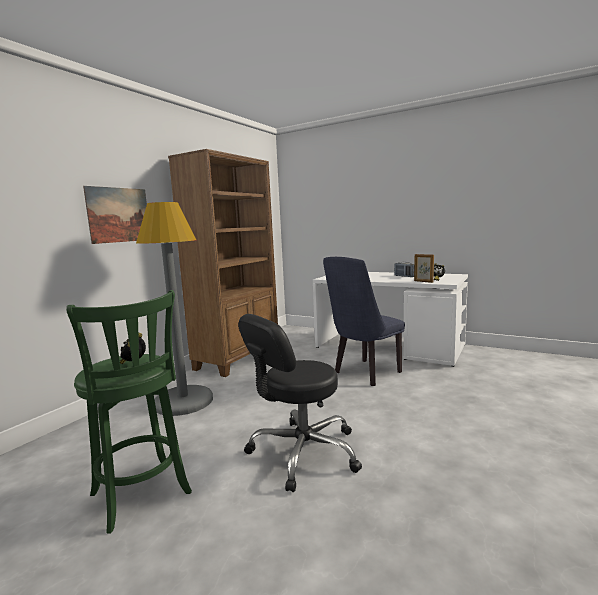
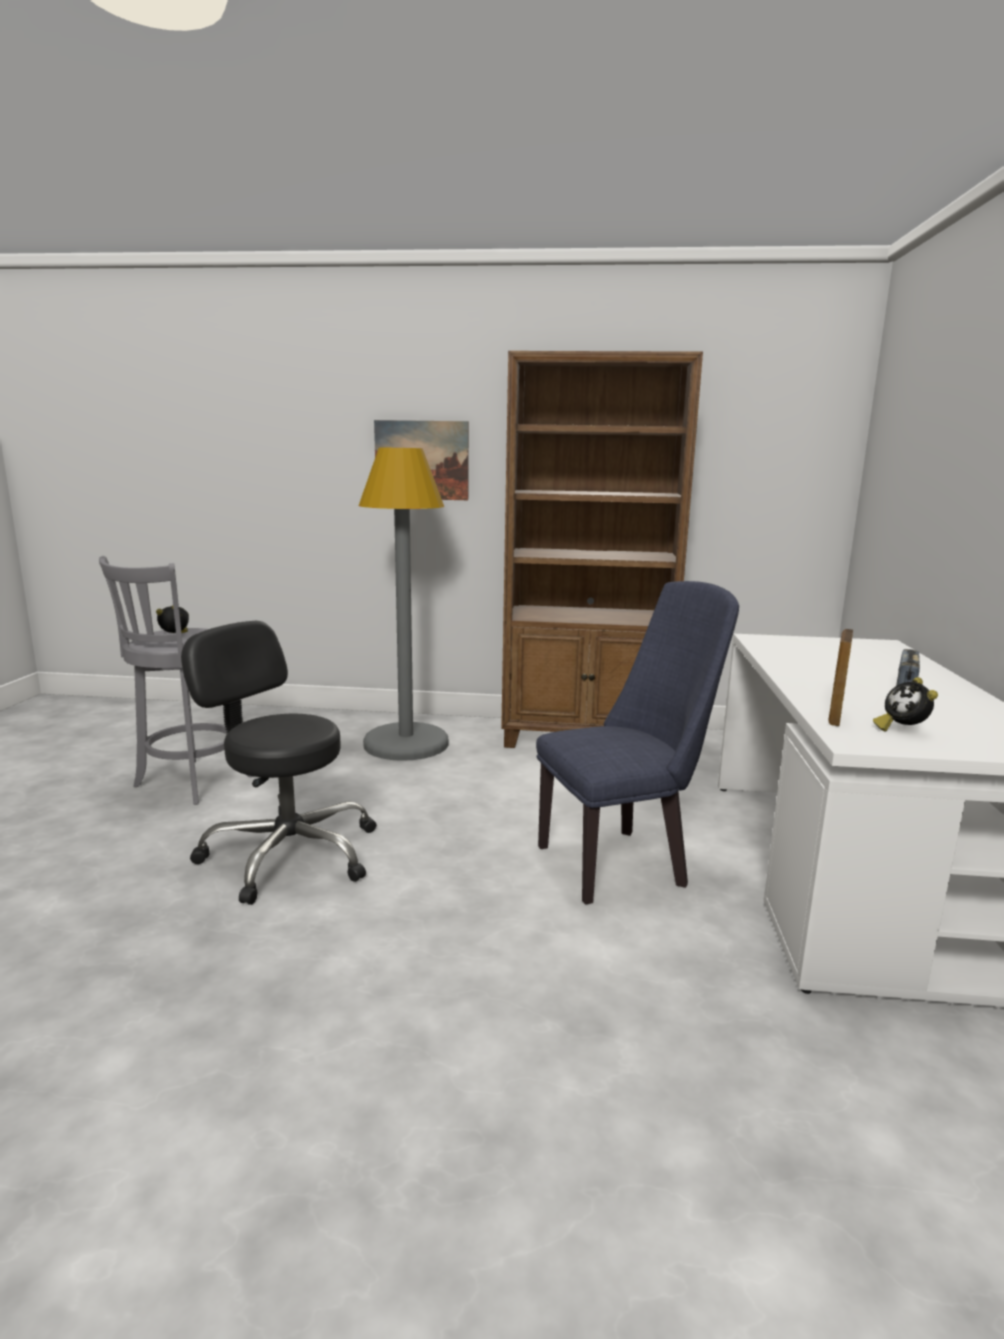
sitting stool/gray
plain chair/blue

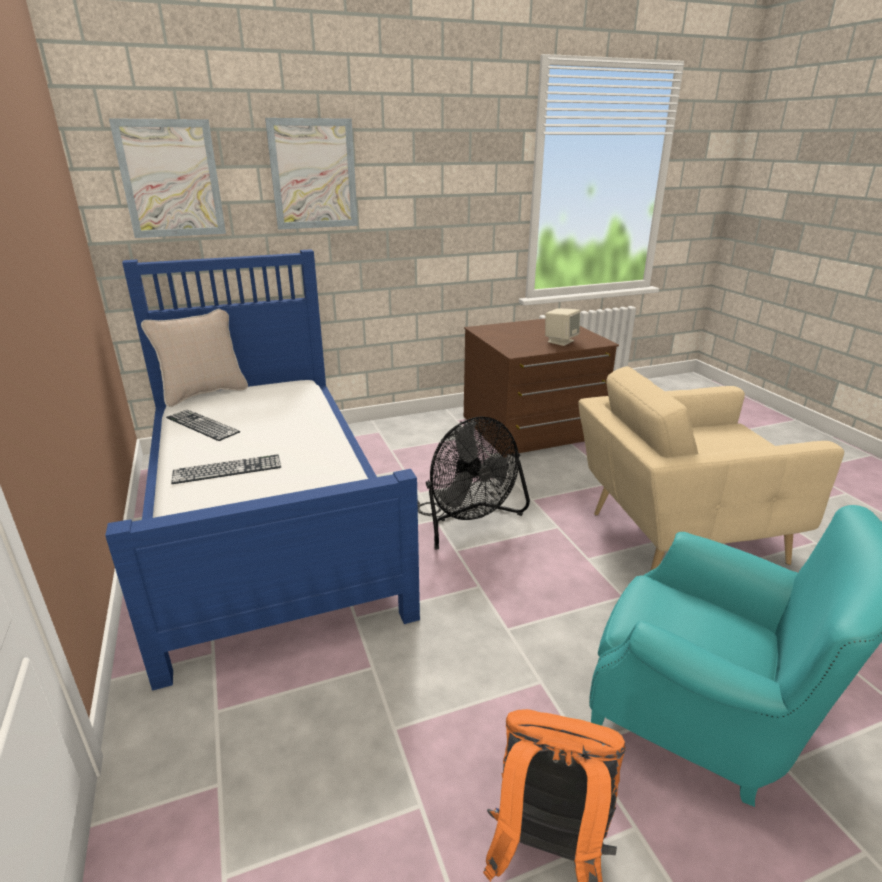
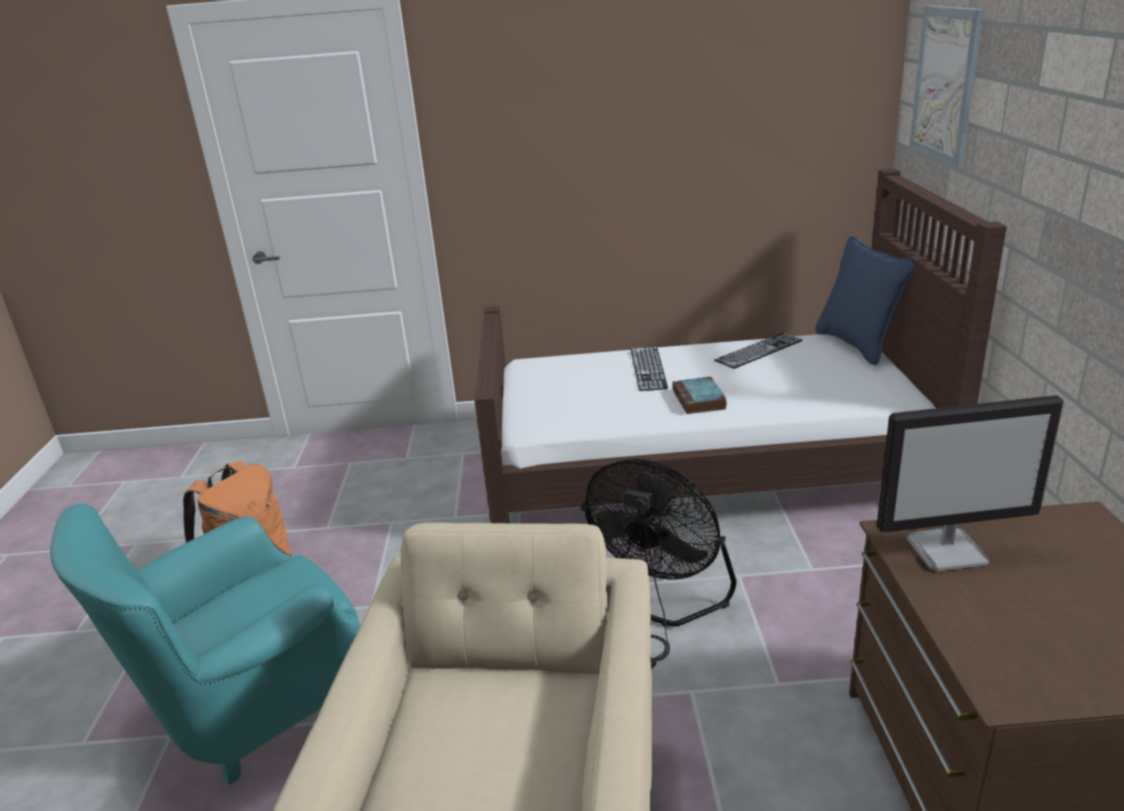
wall art (2nd from left in the first image)
speaker/sand-coloured
book
computer display
sleeping bed/brownish
cushion/blue
electric fan/black-coloured

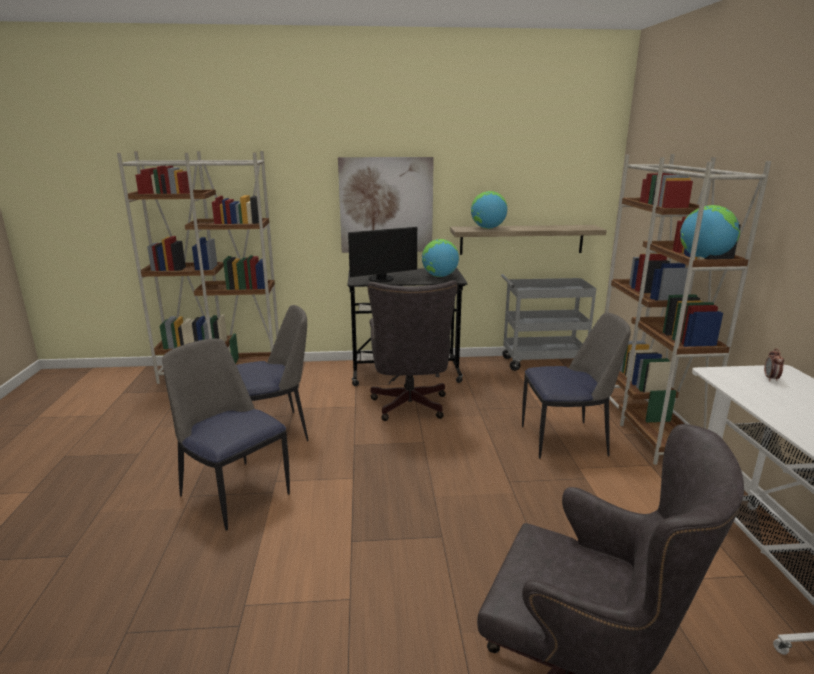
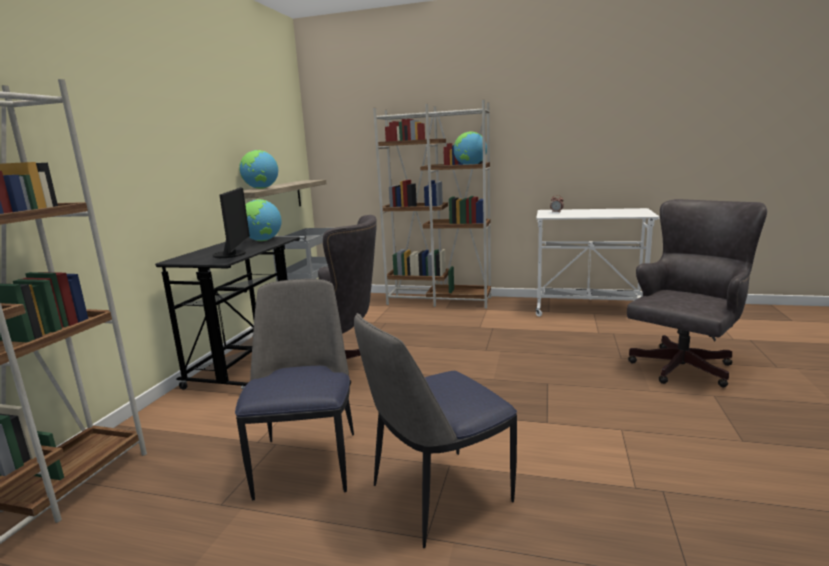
wall art
plain chair (3rd from left in the first image)

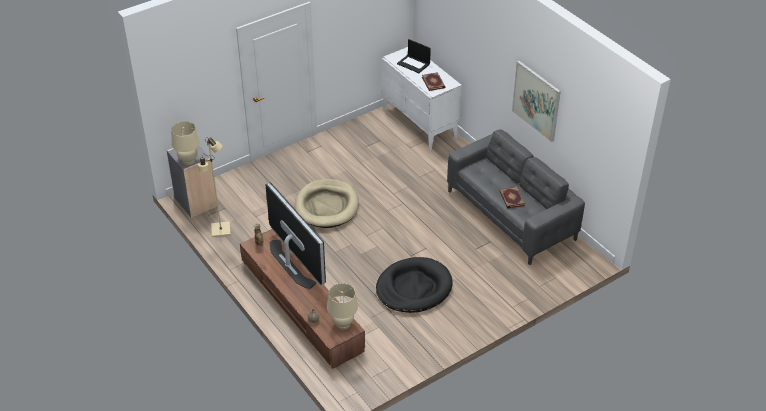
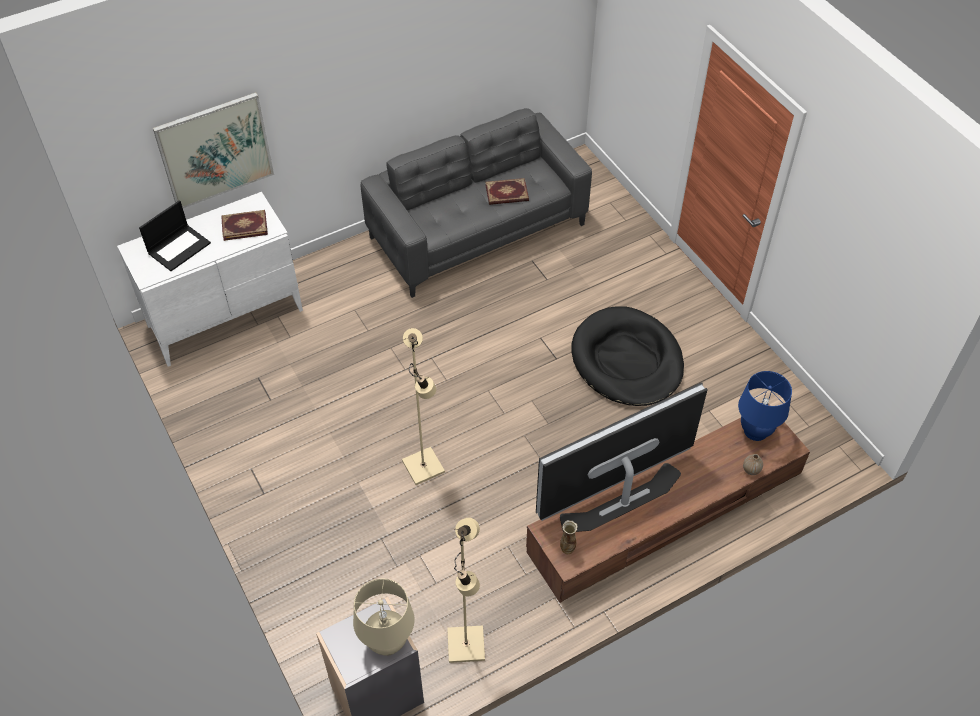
wall art
standing lamp/sand-coloured (1st from left)
table lamp/blue

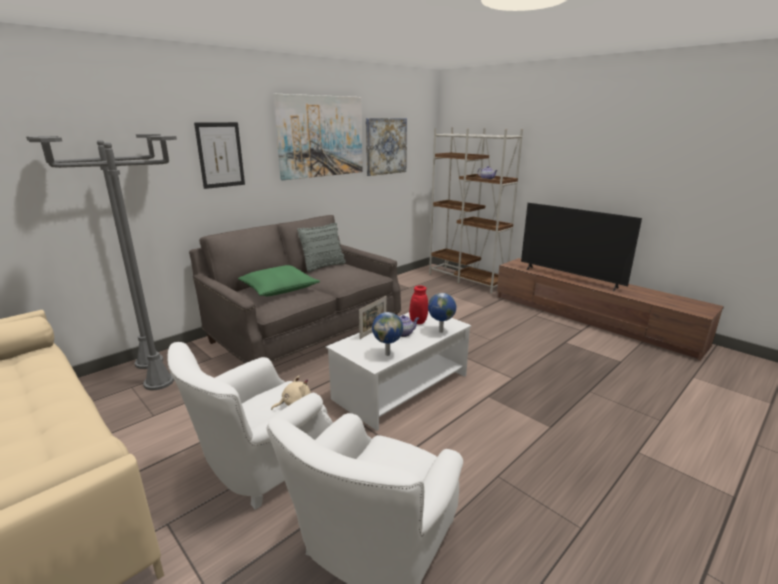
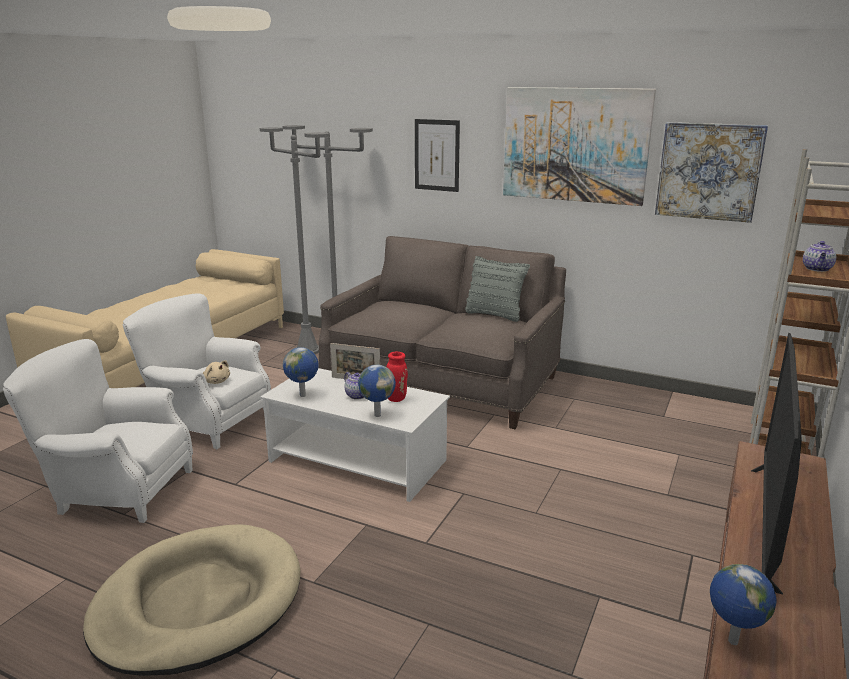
cushion/green
dog cushion/sand-coloured
globe (3rd from left)

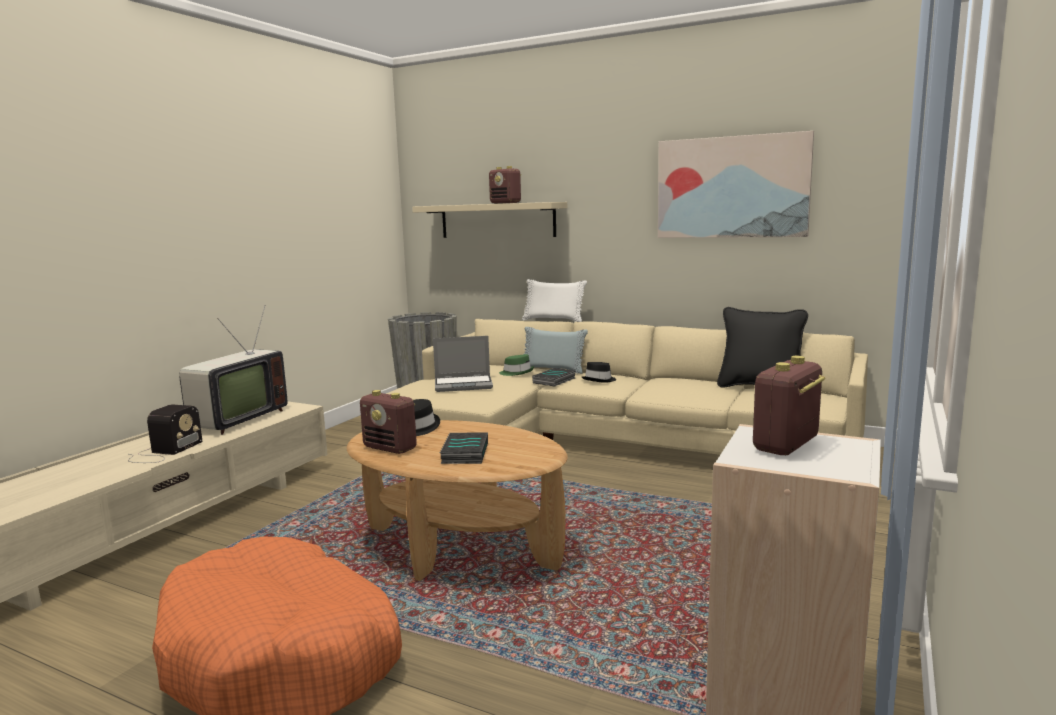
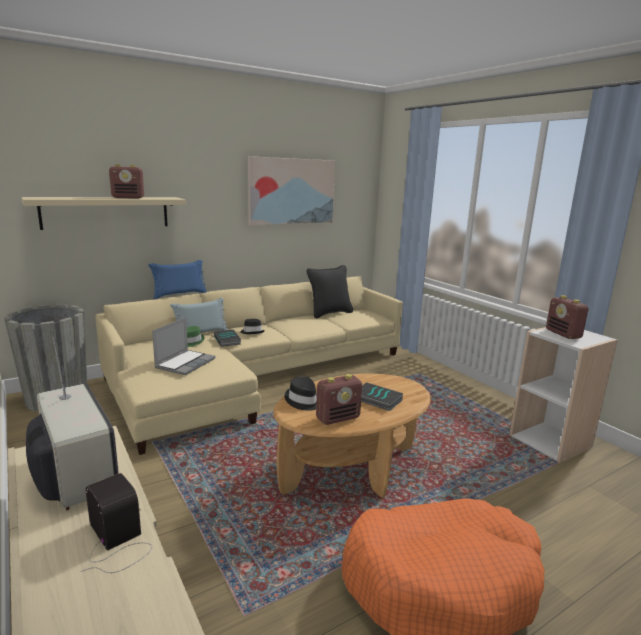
cushion/blue (1st from left)

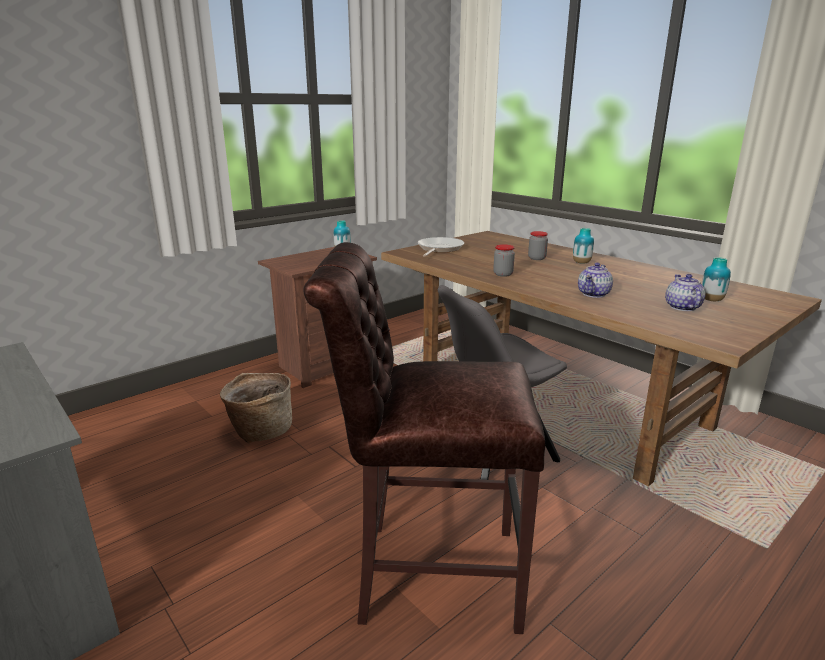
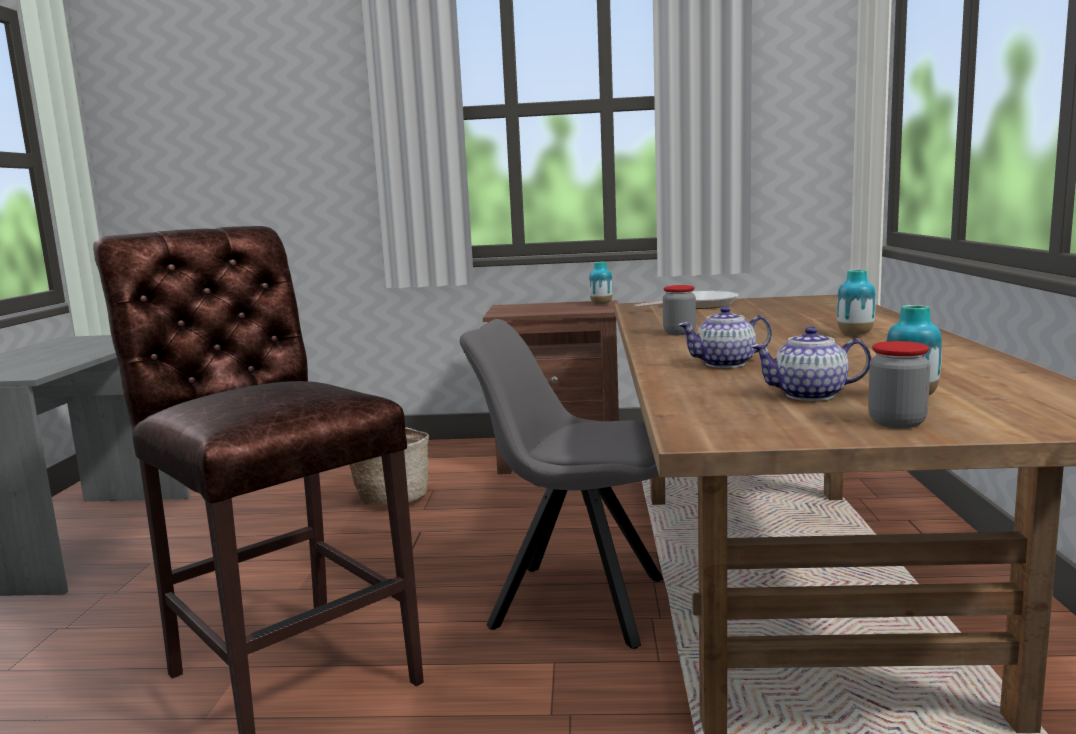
preserve jar (2nd from left)
teapot (2nd from left)

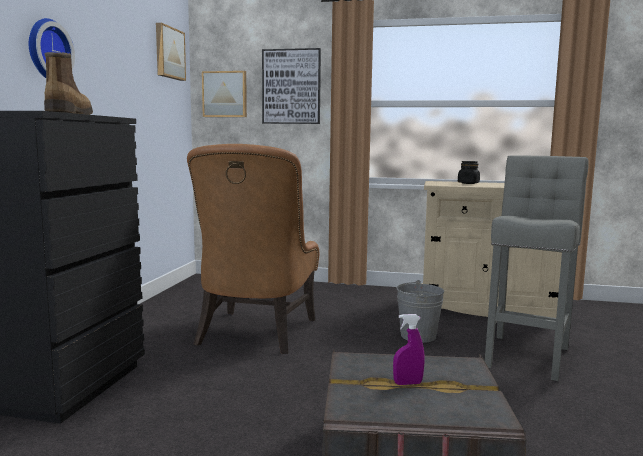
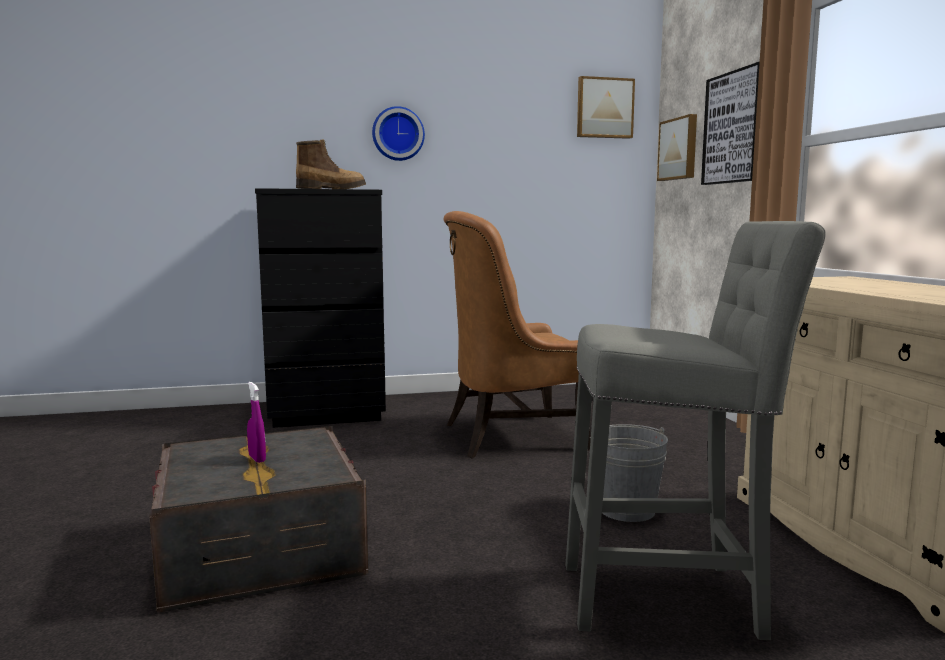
preserve jar/black-coloured

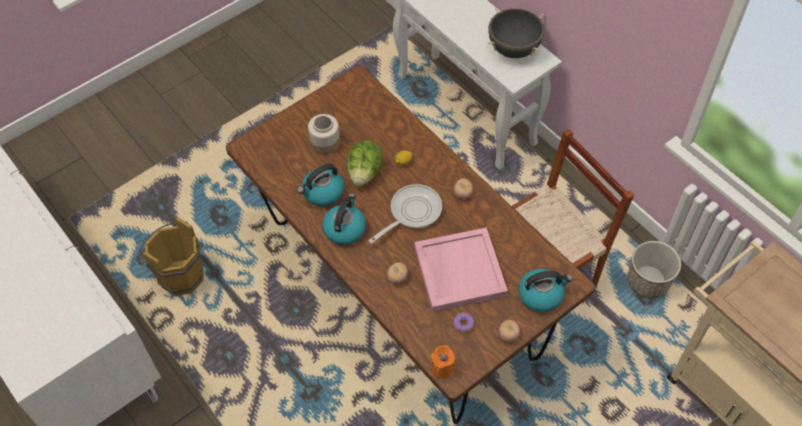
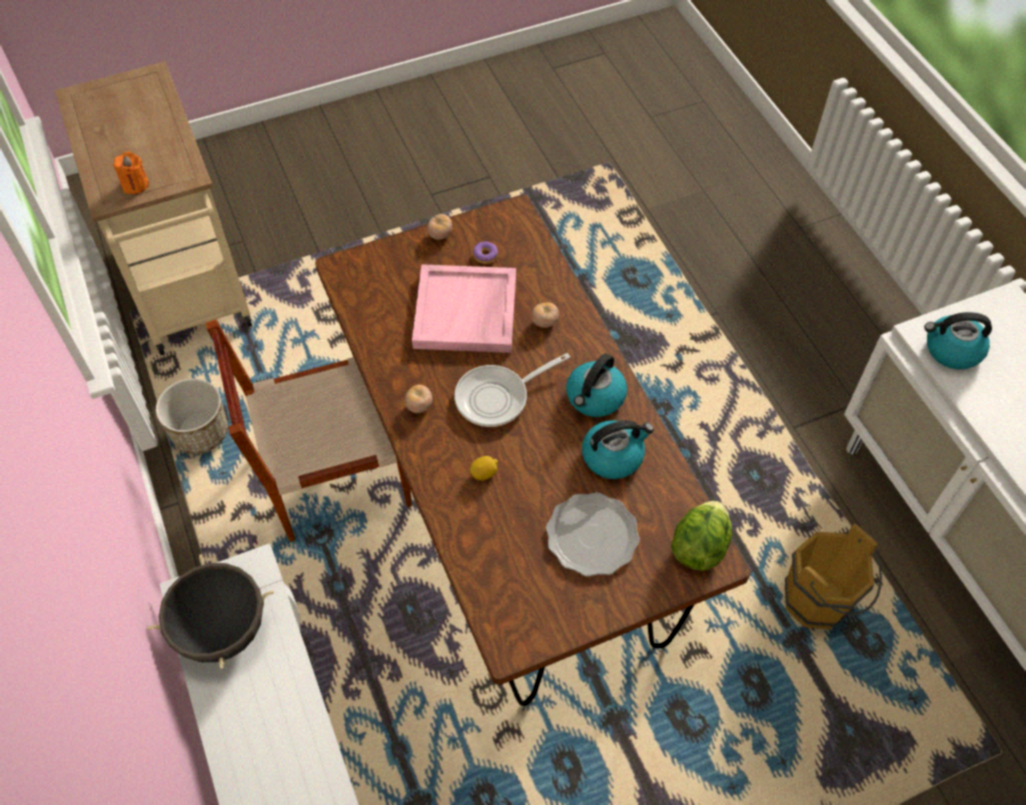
lettuce head
wax candle/orangey
water kettle (3rd from left)
plate

